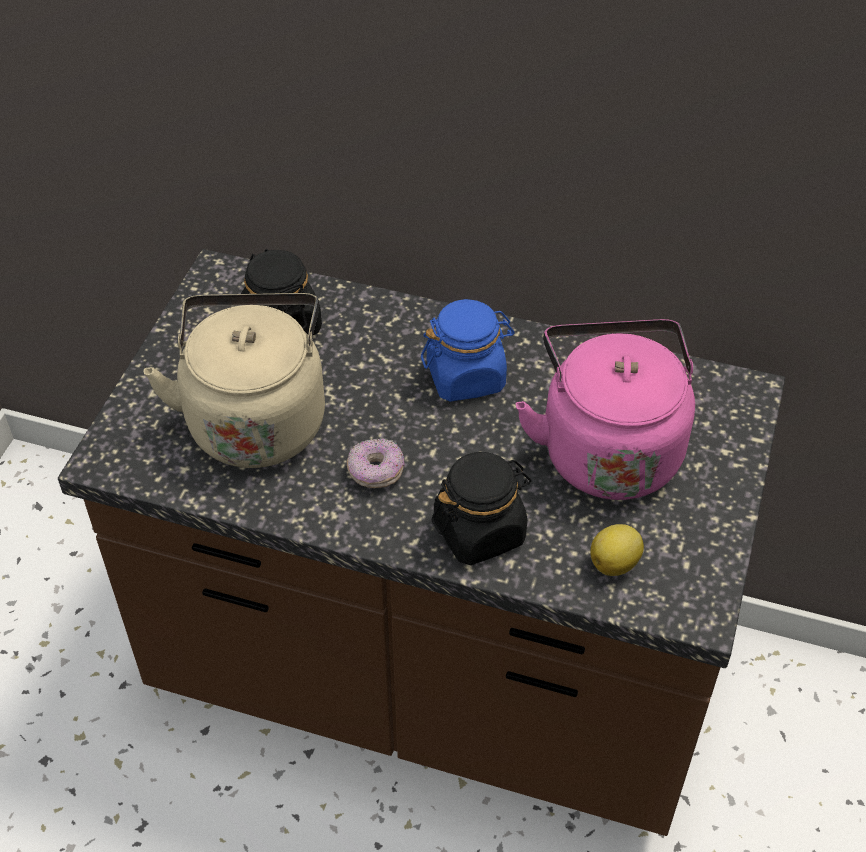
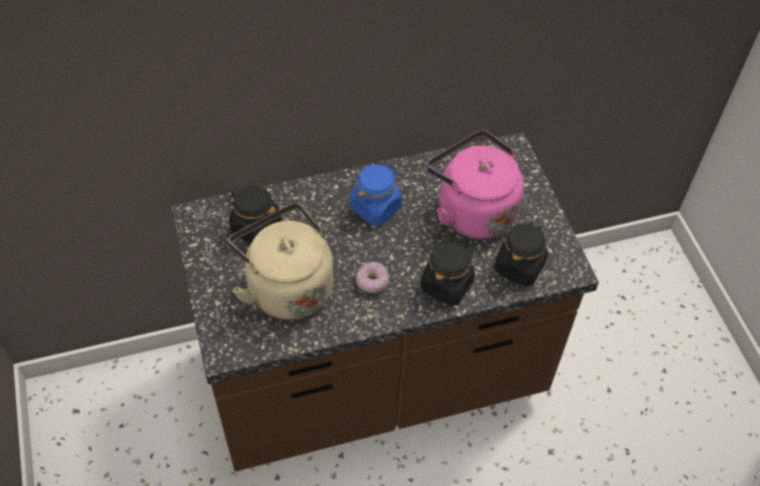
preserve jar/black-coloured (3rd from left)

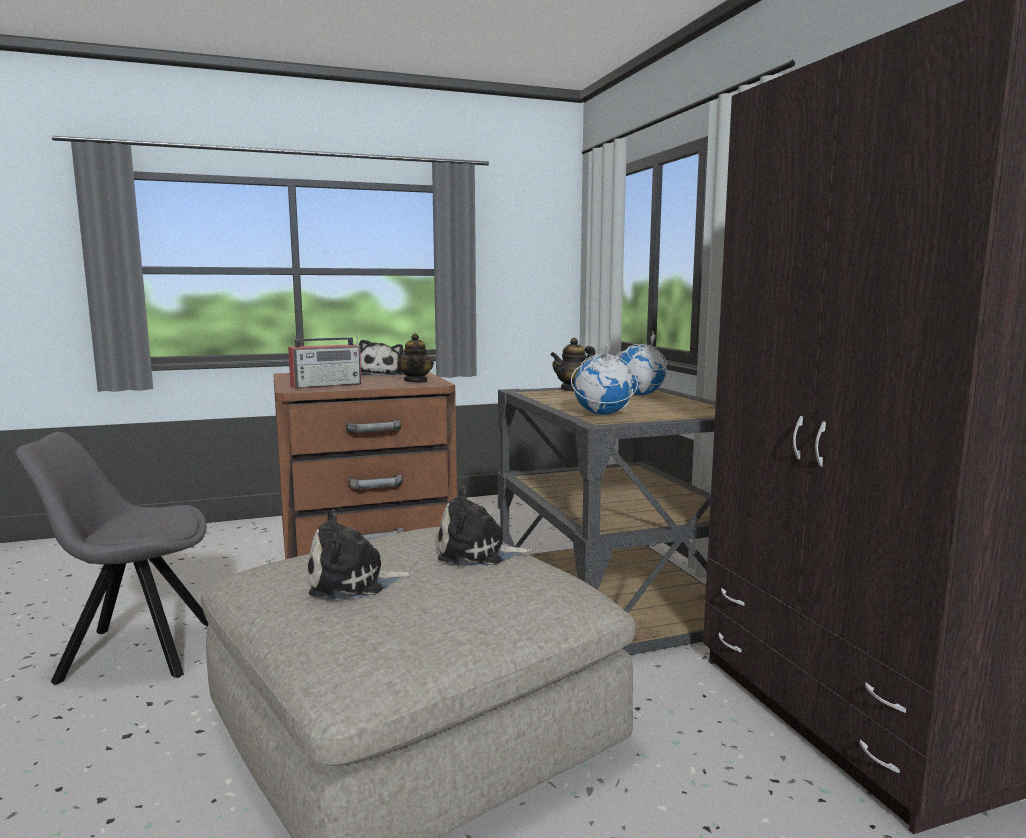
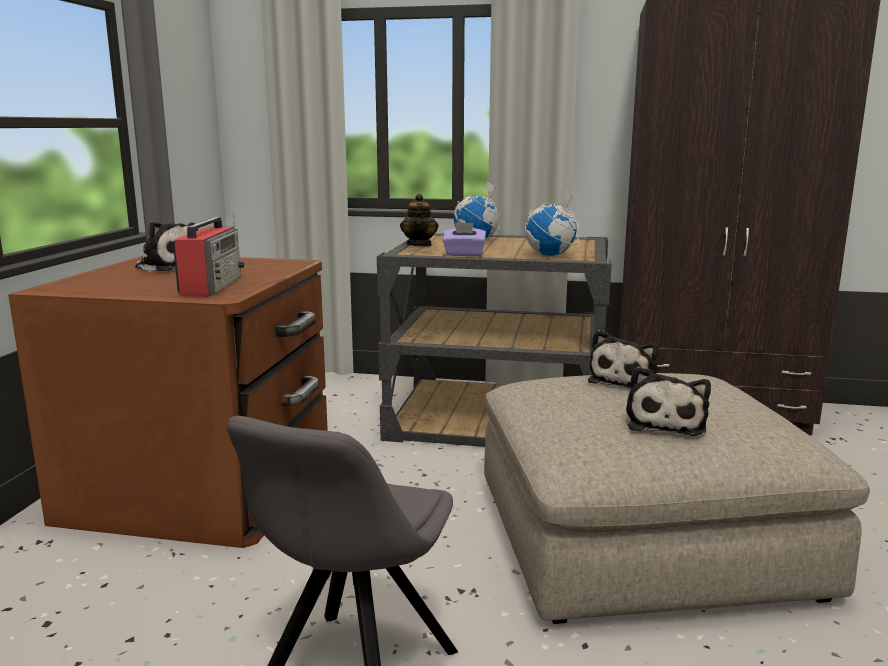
teapot (1st from left in the first image)
box of tissues/purple-coloured

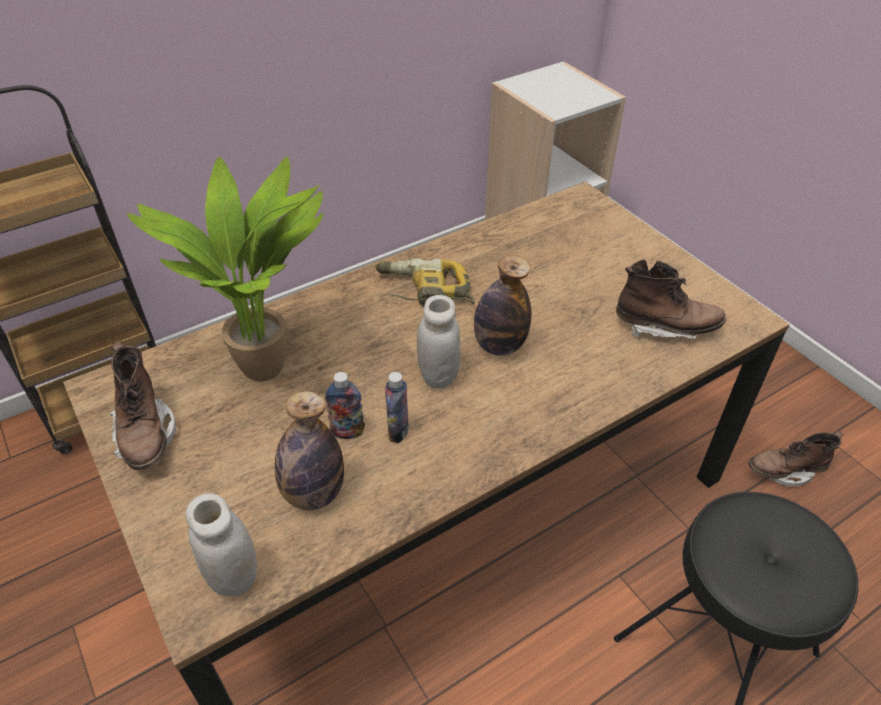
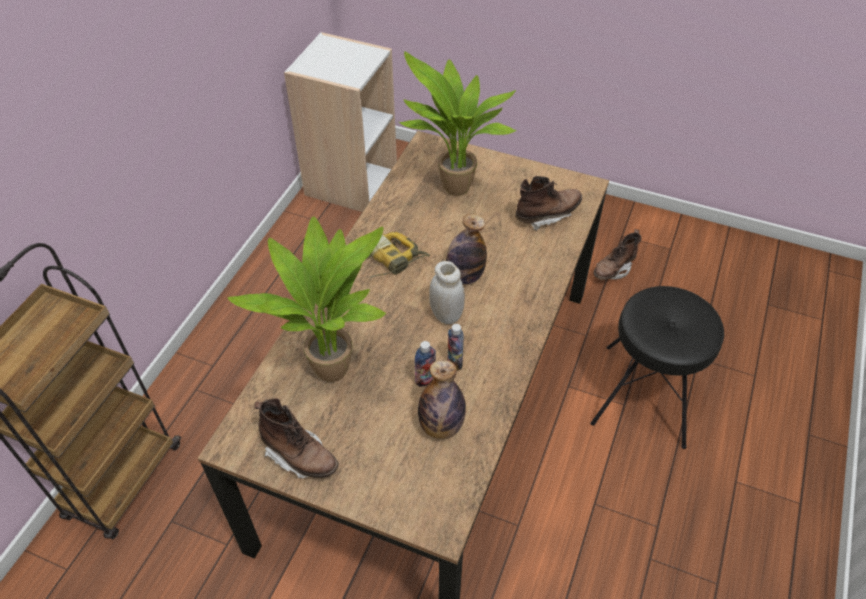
preserve jar/white-coloured (1st from left in the first image)
plant in a pot (2nd from left)

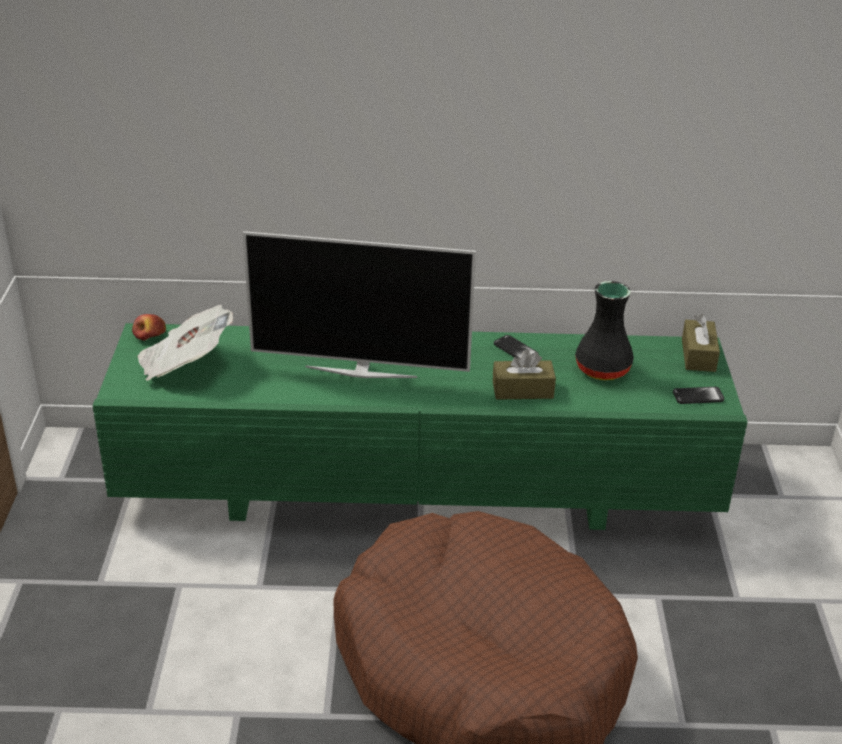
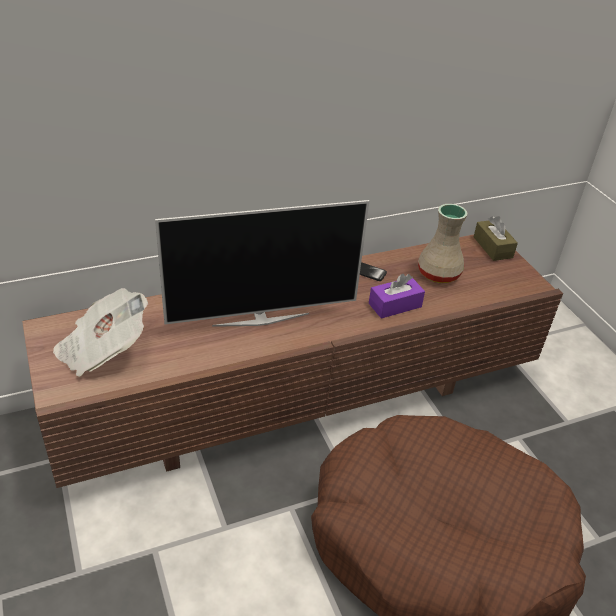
apple
phone (2nd from left in the first image)
media console/brownish
box of tissues/purple-coloured
vase/sand-coloured

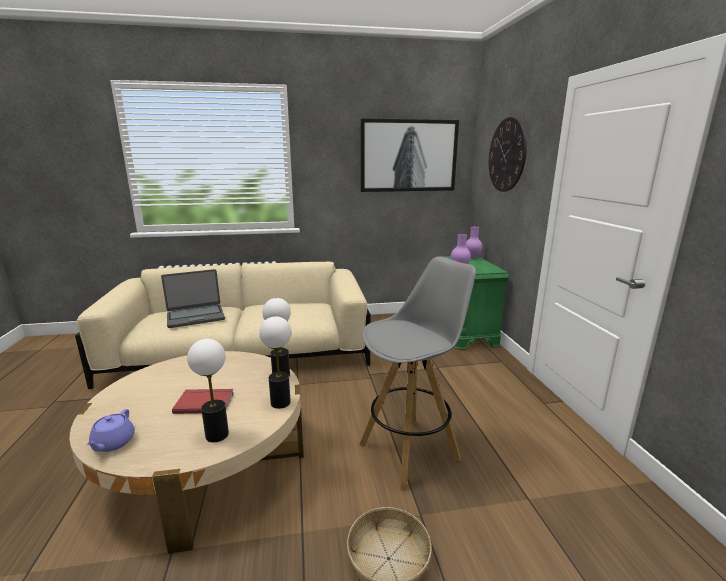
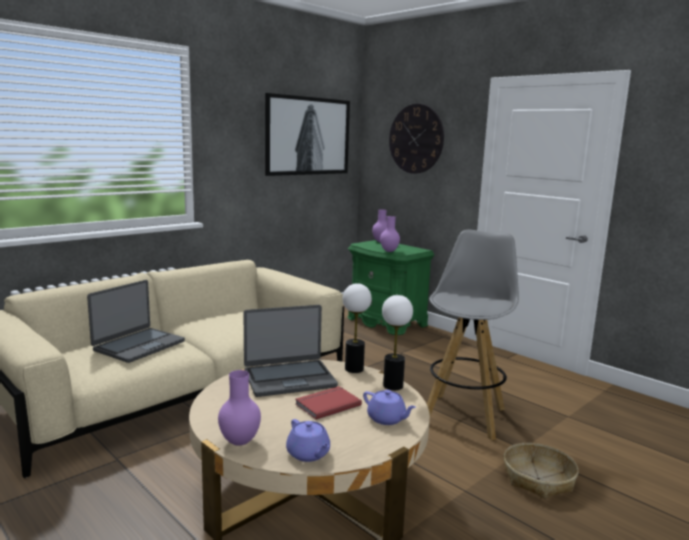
vase/purple-coloured (1st from left)
notebook computer (2nd from left)
teapot/purple-coloured (2nd from left)

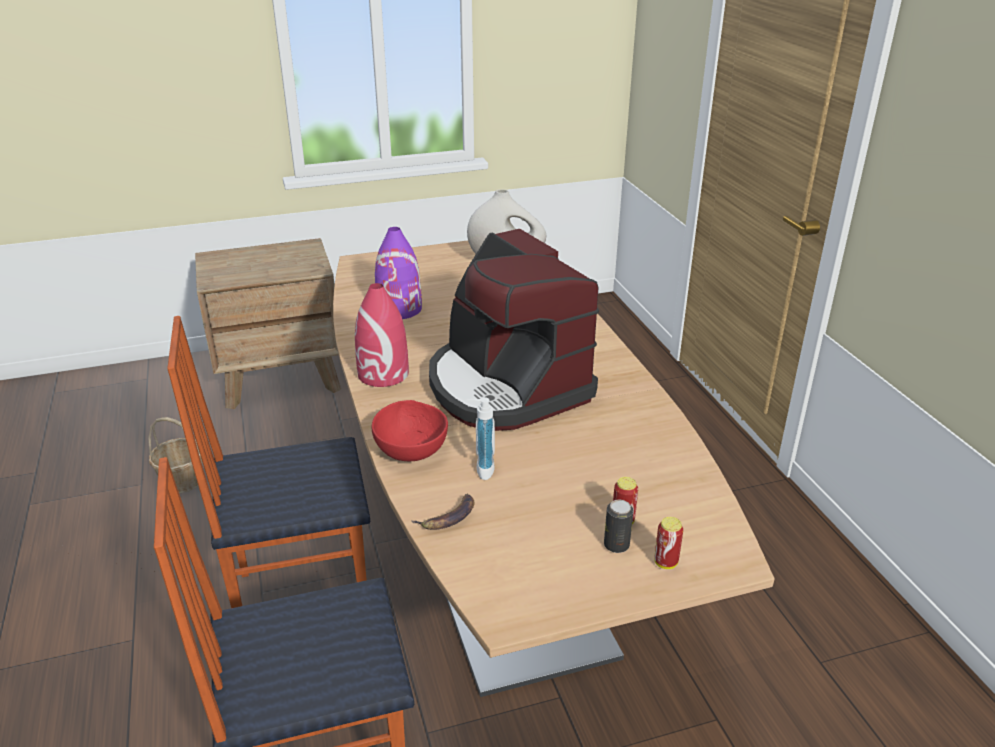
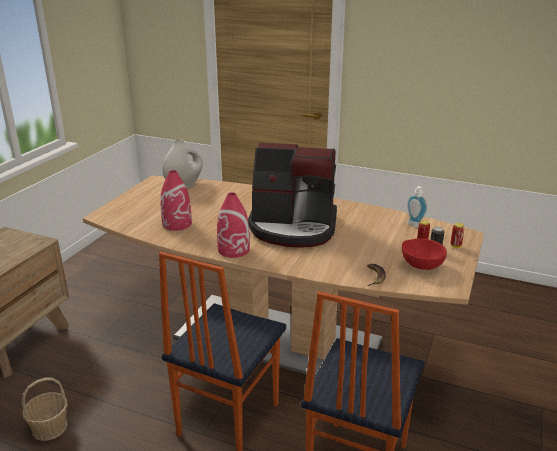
deep dish/red-coloured
liquid soap bottle
vase/red-coloured (1st from left)

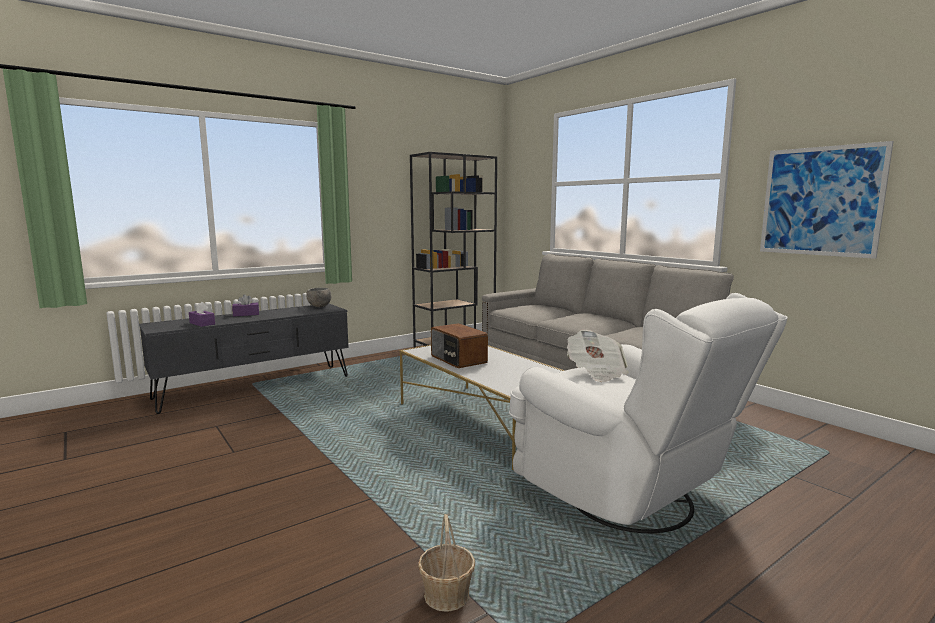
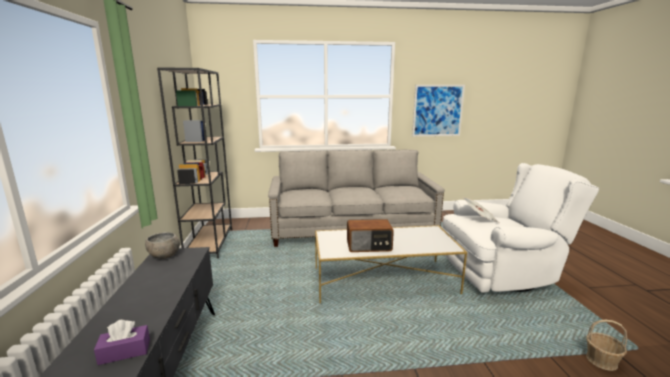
box of tissues/purple-coloured (2nd from left in the first image)

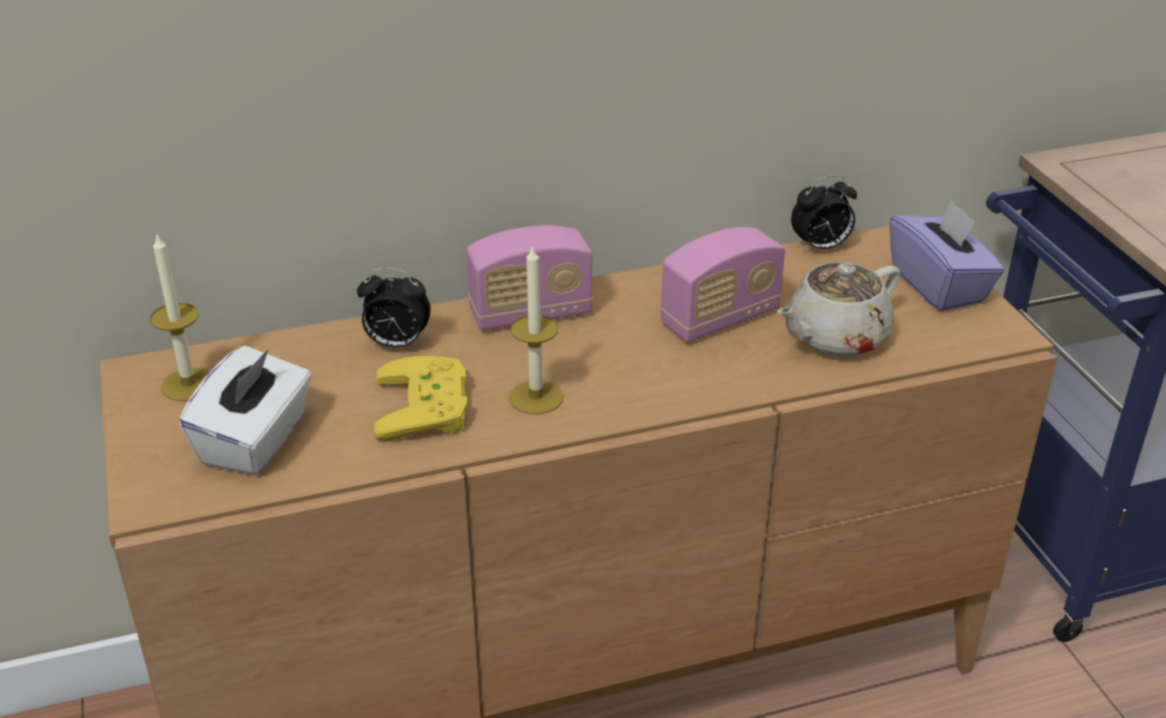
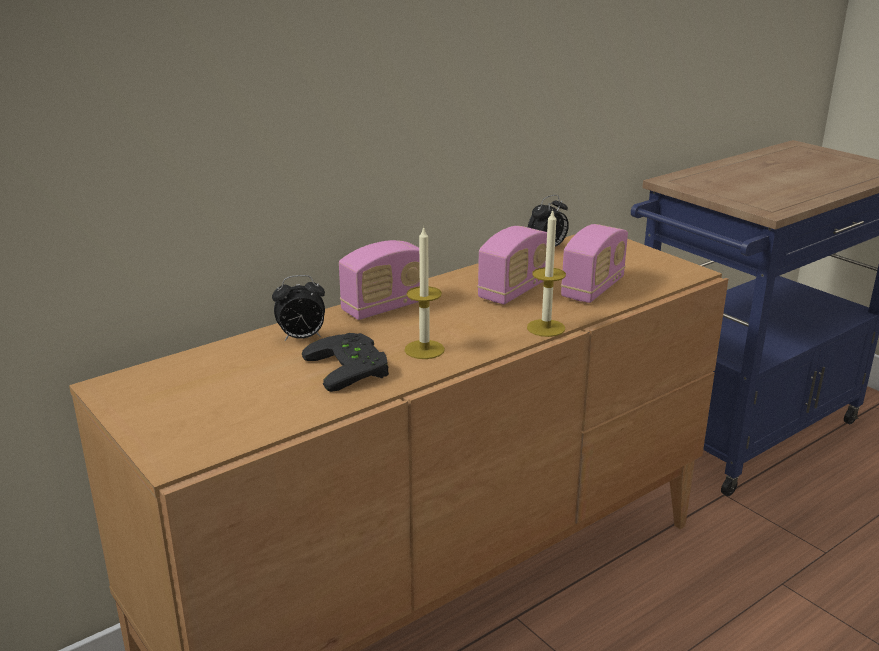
box of tissues/white-coloured
box of tissues/purple-coloured
wax candle (2nd from left)
radio set (3rd from left)
game controller/black-coloured

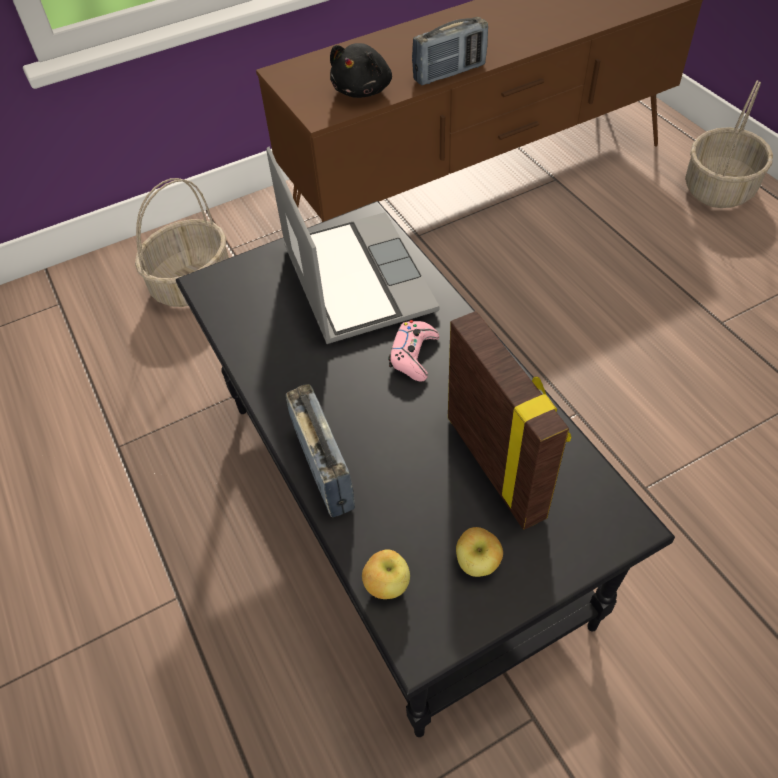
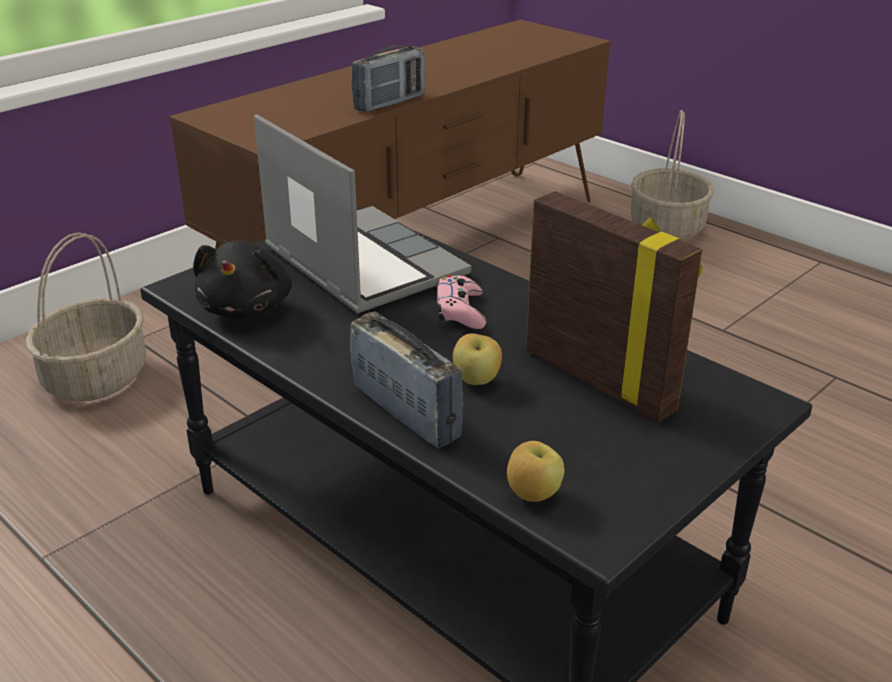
plush toy/black-coloured
apple (1st from left)

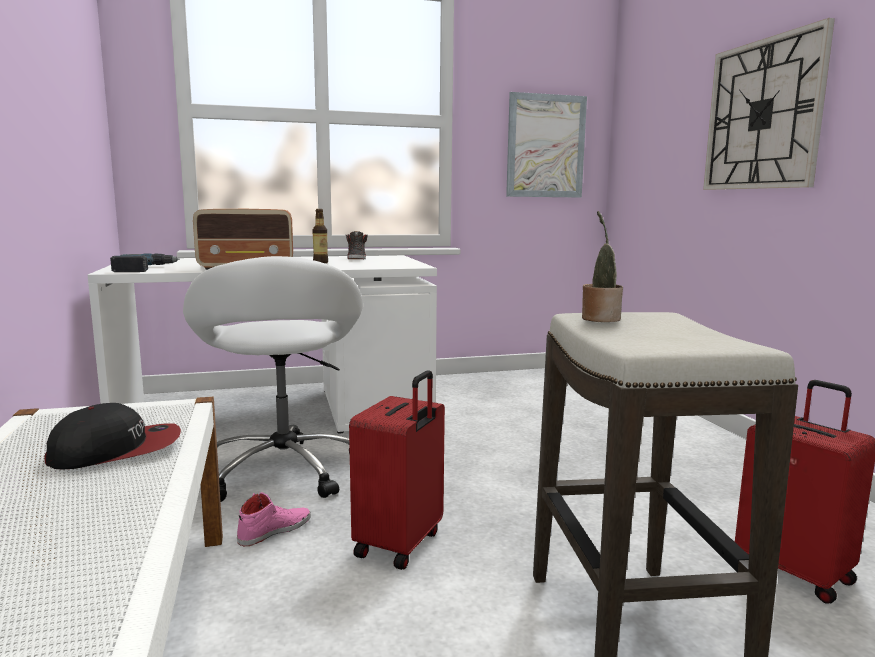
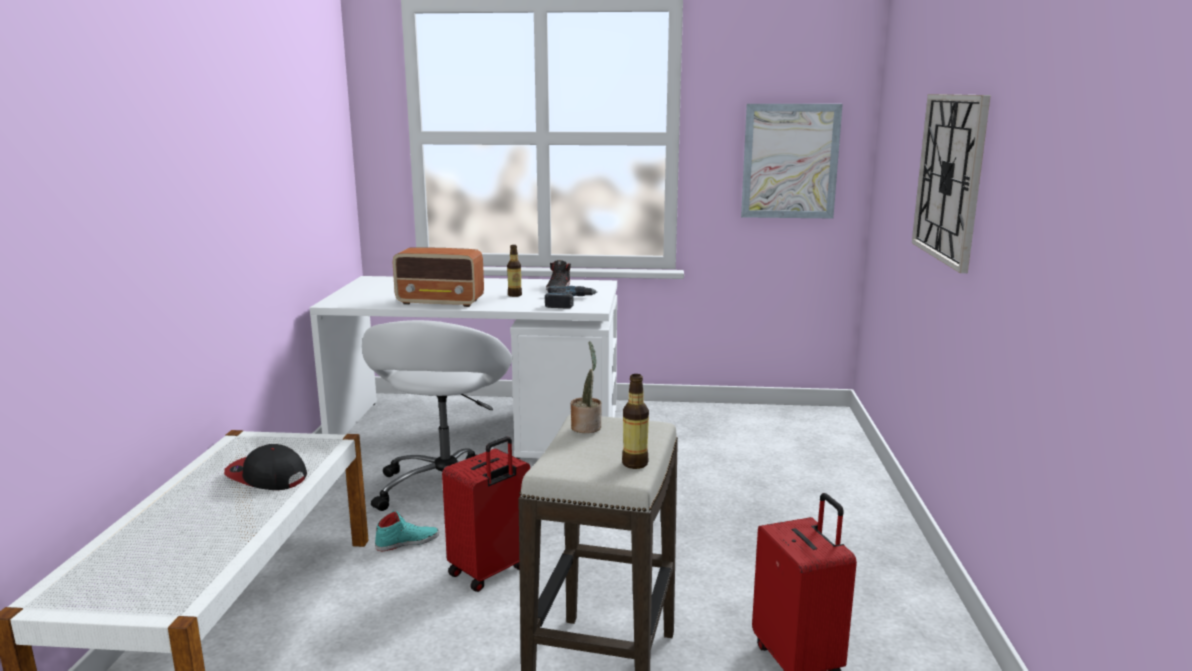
beverage bottle (2nd from left)
drill
low shoe/blue-green
peaked cap

